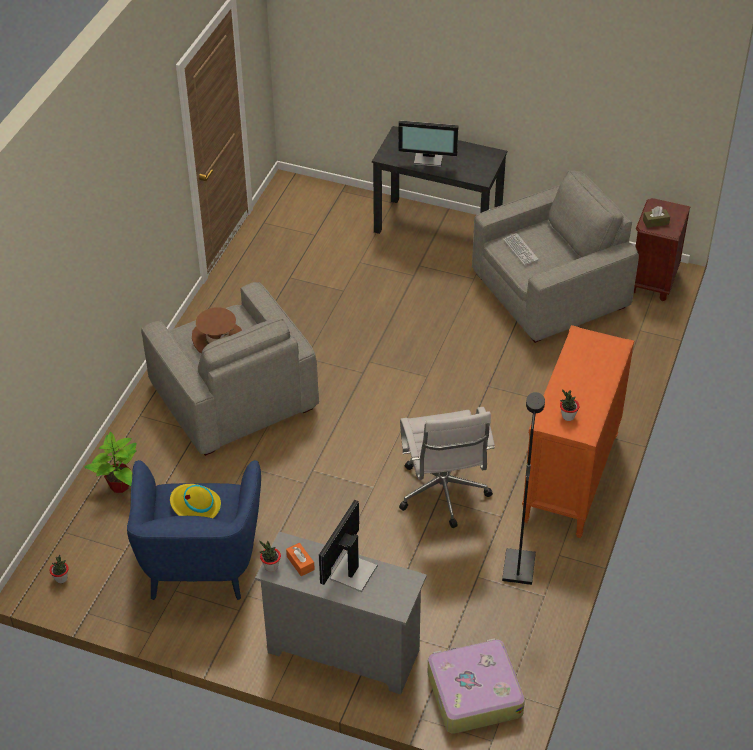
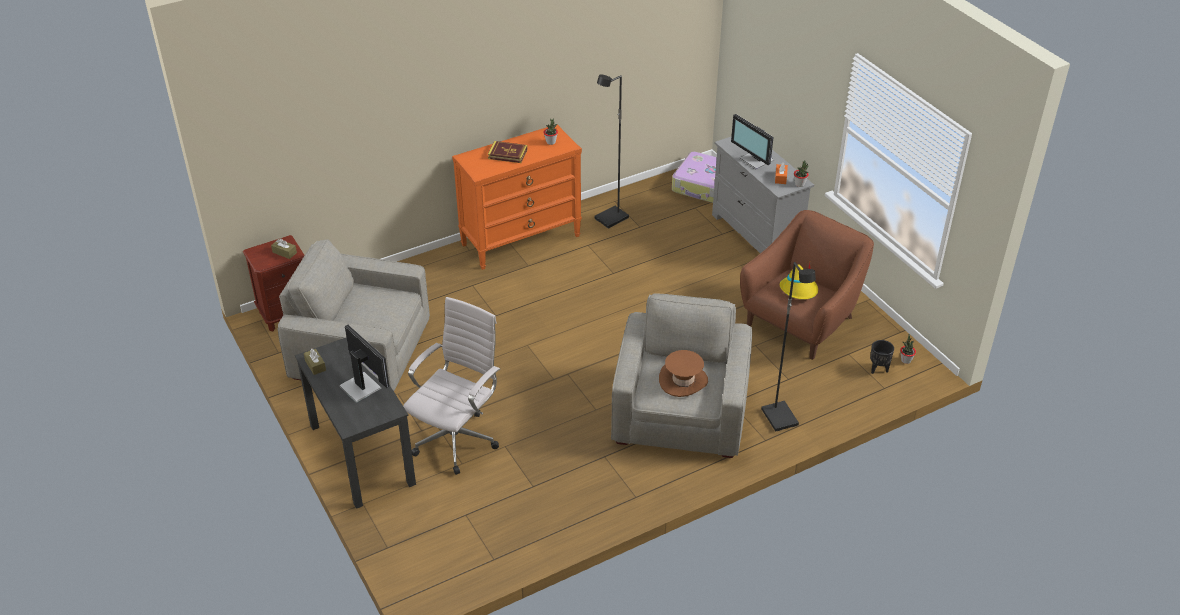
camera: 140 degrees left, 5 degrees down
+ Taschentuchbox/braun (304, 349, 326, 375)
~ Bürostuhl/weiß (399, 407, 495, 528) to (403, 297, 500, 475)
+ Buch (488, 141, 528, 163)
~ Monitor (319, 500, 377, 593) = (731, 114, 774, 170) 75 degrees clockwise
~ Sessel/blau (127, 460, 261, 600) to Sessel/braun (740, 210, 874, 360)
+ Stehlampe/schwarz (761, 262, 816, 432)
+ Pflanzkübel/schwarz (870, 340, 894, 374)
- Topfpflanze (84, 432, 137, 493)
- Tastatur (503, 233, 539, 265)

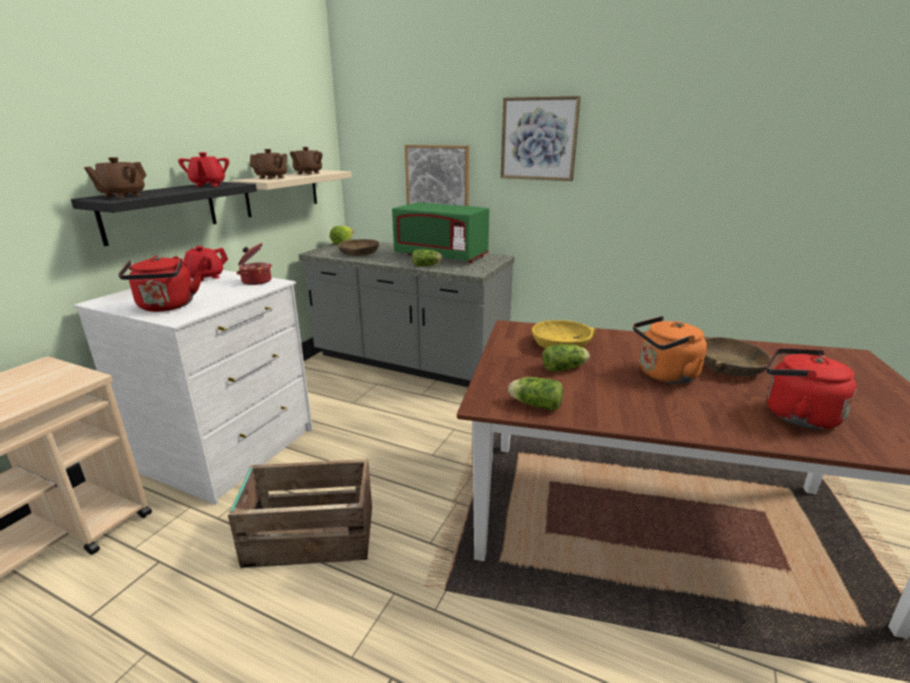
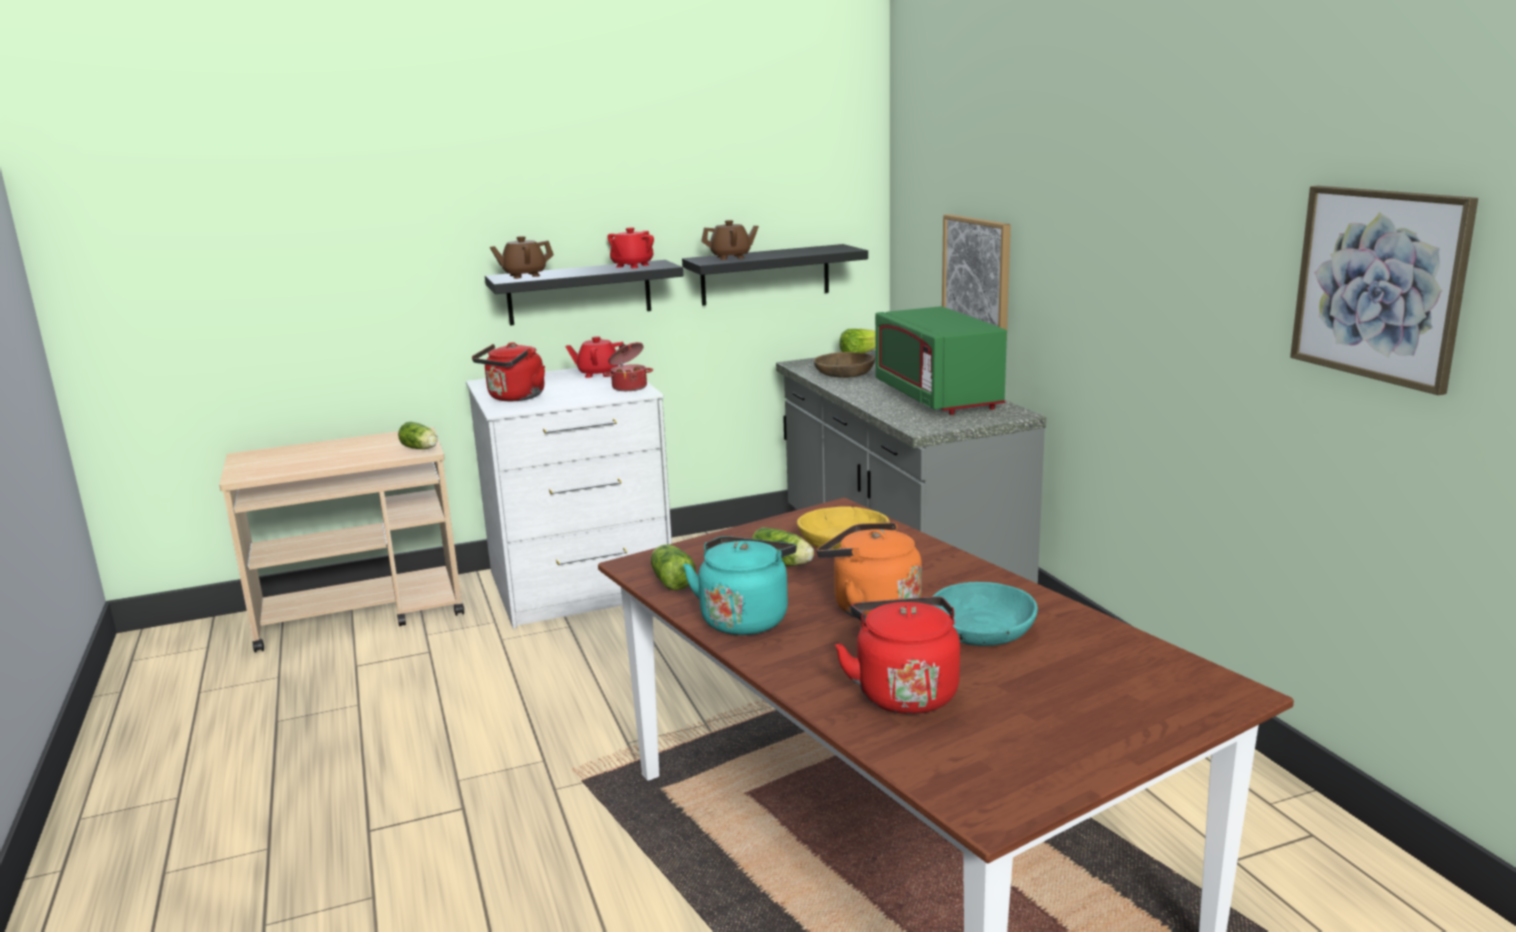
camera: 45 degrees right, 5 degrees down
~ Salatkopf (412, 249, 443, 267) to (398, 421, 438, 449)
~ Wandregal/beige (232, 170, 352, 217) to Wandregal/schwarz (682, 244, 868, 306)
+ Wasserkessel/türkis (683, 536, 797, 635)
~ Schüssel/braun (704, 337, 771, 376) to Schüssel/türkis (932, 582, 1038, 646)
~ Bild (500, 96, 581, 181) to (1290, 186, 1478, 395)
- Kiste (228, 459, 372, 568)
- Teekanne/braun (290, 147, 322, 175)

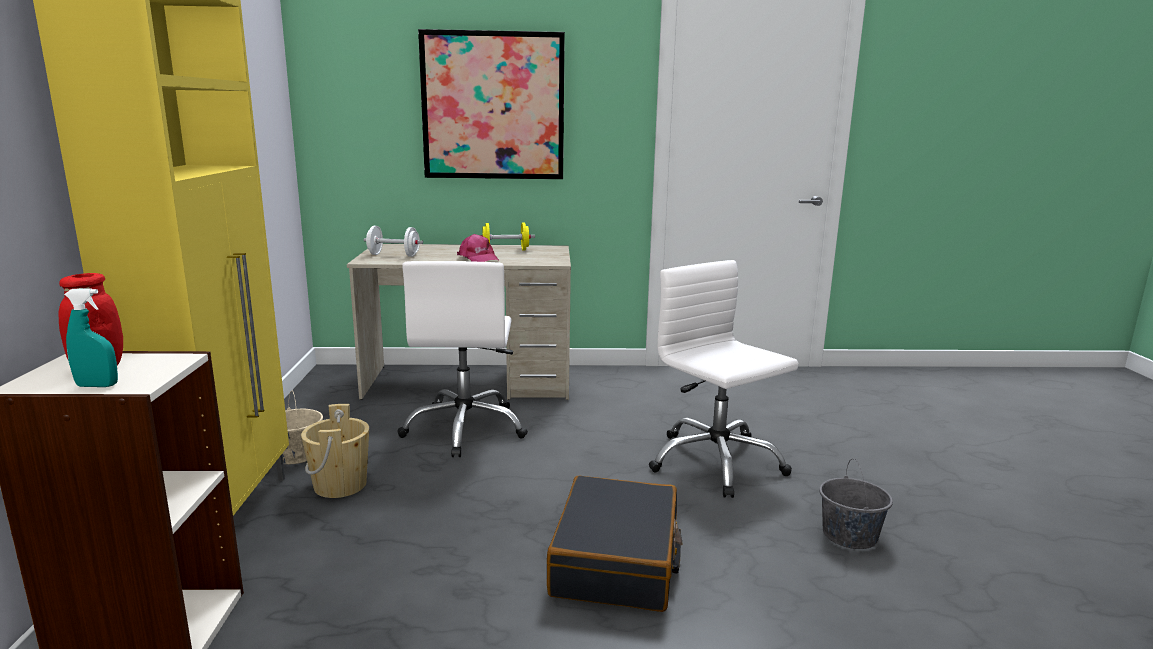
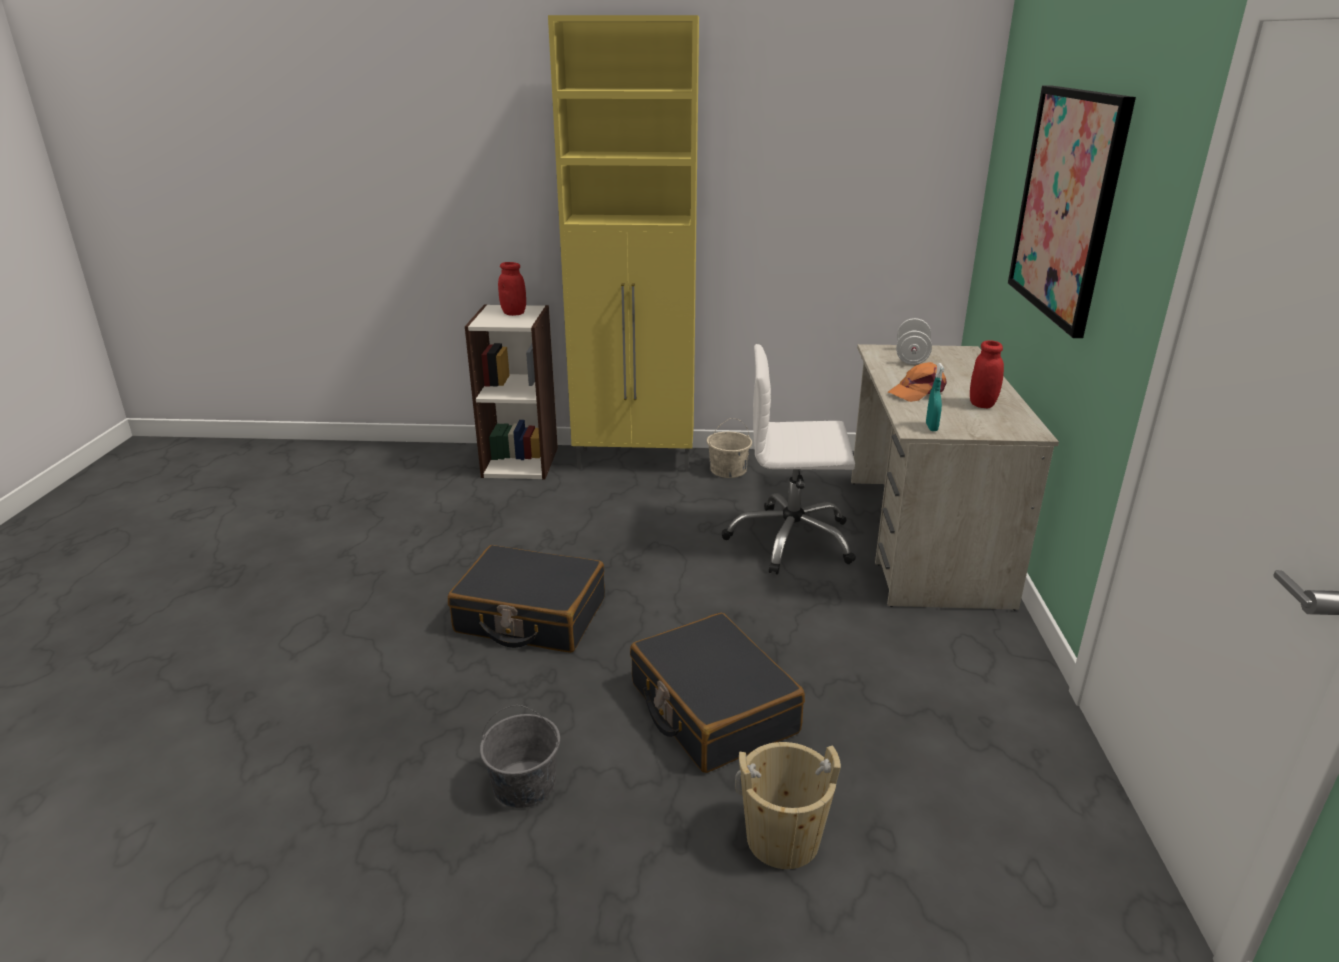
camera: 95 degrees right, 10 degrees up
~ Bürostuhl/weiß (649, 260, 799, 498) to Koffer/schwarz (630, 613, 805, 773)
~ Eimer/beige (301, 404, 369, 498) to (735, 742, 841, 869)
~ Kappe/rosa (457, 234, 500, 262) to Kappe/orange (887, 362, 947, 402)
~ Sprühflasche/türkis (64, 288, 118, 387) to (926, 363, 944, 431)
~ Hantel/gelb (481, 223, 535, 250) to Vorratsglas/rot (970, 340, 1004, 408)

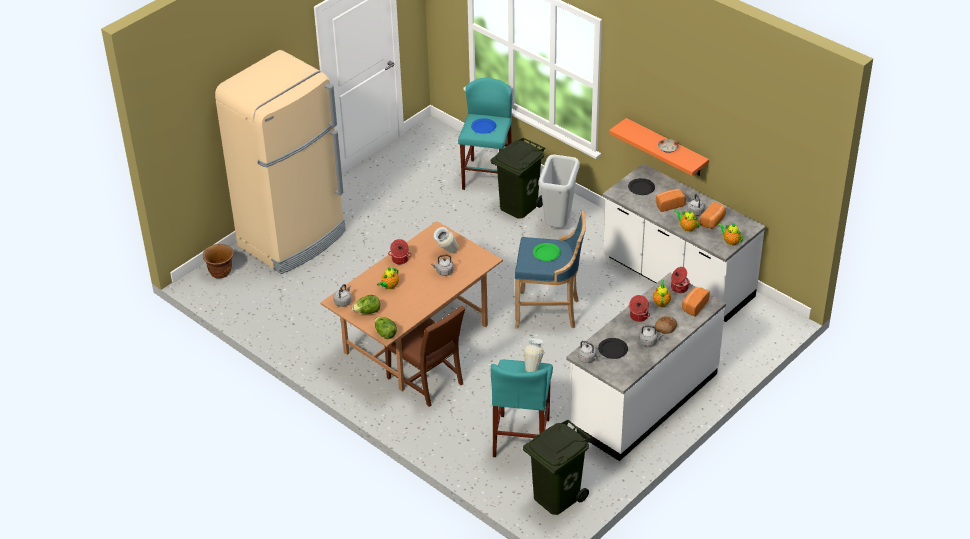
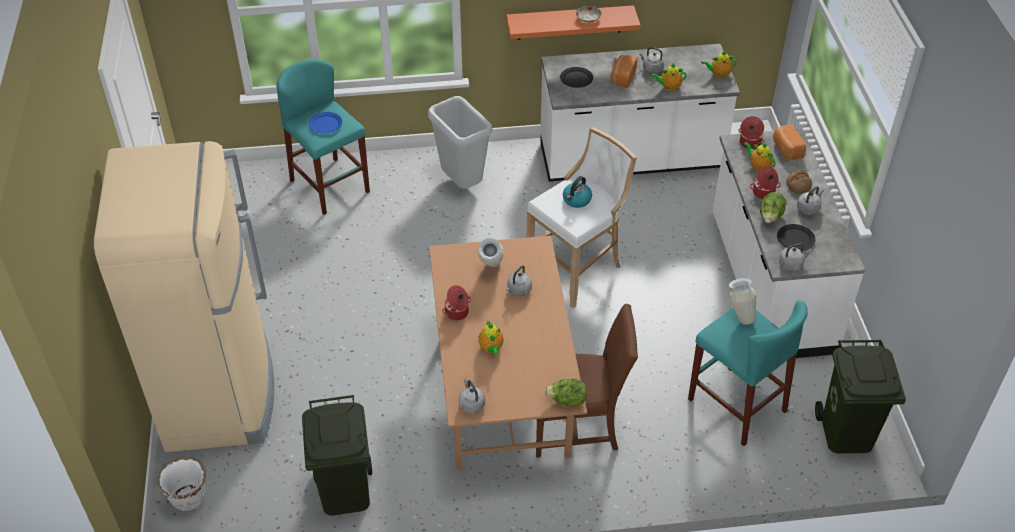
camera: 50 degrees left, 5 degrees up
~ Pflanzkübel/braun (203, 244, 234, 278) to Pflanzkübel/weiß (157, 457, 206, 511)
~ Mülleimer/grün (491, 138, 545, 219) to (302, 395, 372, 516)
~ Hocker/blau (515, 211, 586, 329) to Hocker/weiß (527, 127, 637, 308)
~ Teller/grün (533, 243, 560, 261) to Wasserkessel (563, 176, 592, 208)
~ Salatkopf (352, 295, 380, 314) to (760, 192, 786, 223)
- Brot (700, 202, 726, 229)

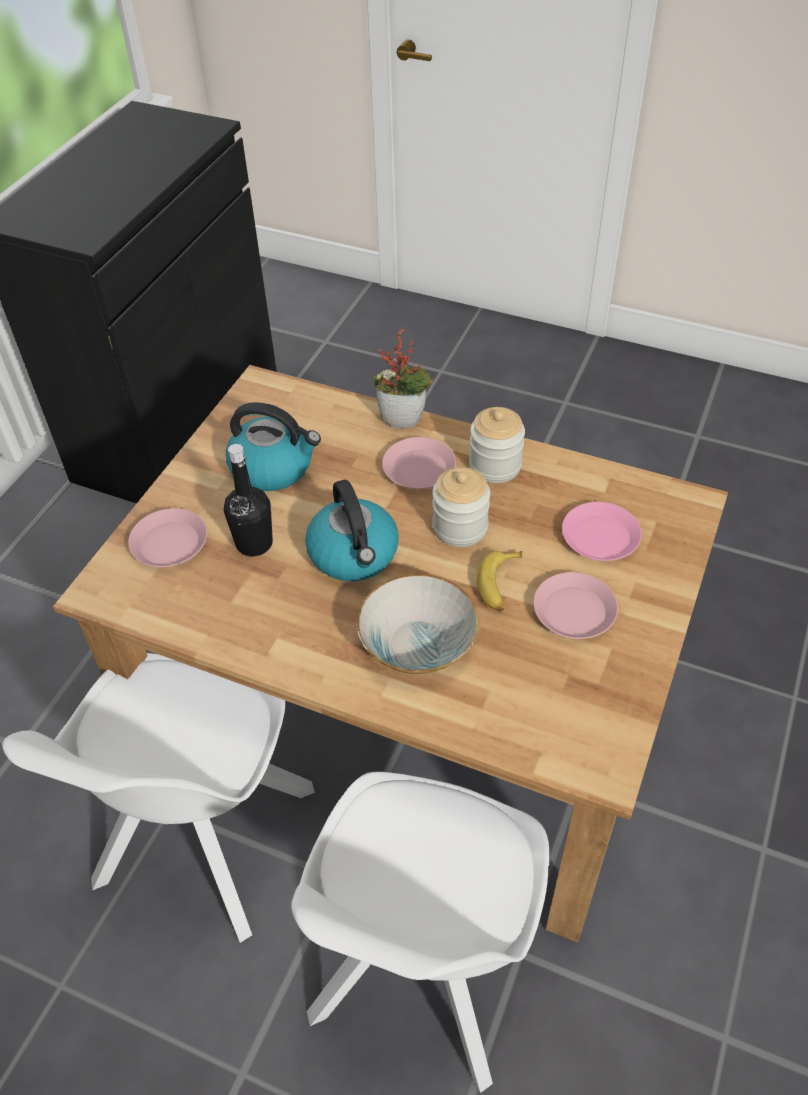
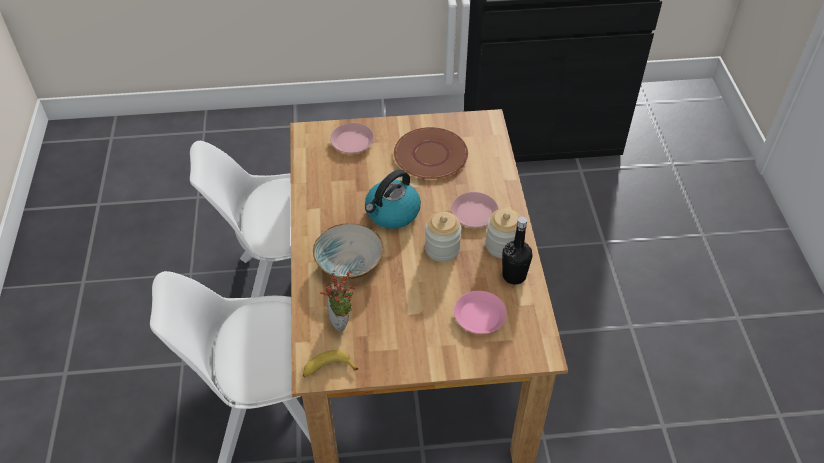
camera: 60 degrees right, 0 degrees up
~ Banane (477, 551, 522, 612) to (303, 350, 358, 378)
~ Topfpflanze (374, 329, 434, 429) to (320, 270, 358, 331)
~ Wasserkessel (226, 402, 321, 491) to Teller/braun (394, 127, 468, 179)
~ Flasche/schwarz (224, 444, 273, 556) to (502, 216, 533, 285)
- Teller/rosa (533, 572, 618, 639)

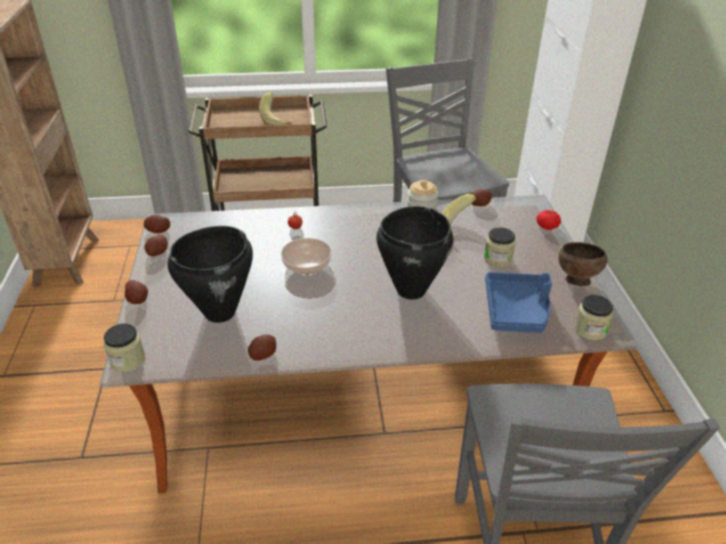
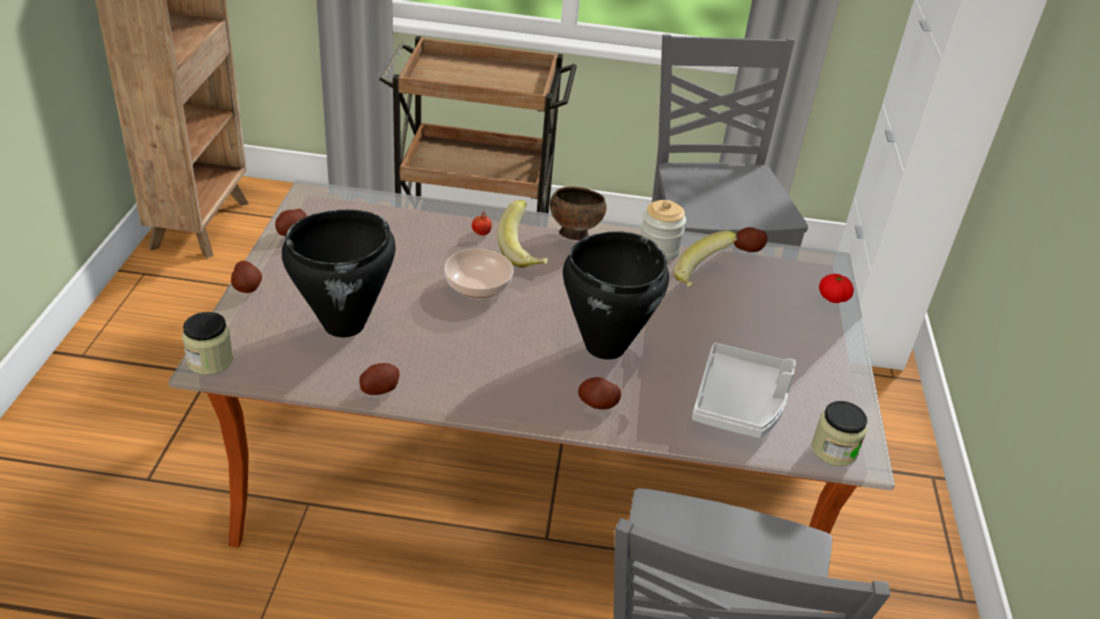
camera: 10 degrees right, 0 degrees up
~ Banane (259, 92, 292, 125) to (497, 200, 548, 268)
~ Schüssel/braun (559, 242, 607, 286) to (550, 186, 607, 240)
~ Kartoffel (144, 215, 170, 233) to (578, 377, 621, 410)
~ Tablett/blau (485, 272, 552, 333) to Tablett/grau (692, 343, 796, 438)
- Vorratsglas (484, 227, 516, 267)

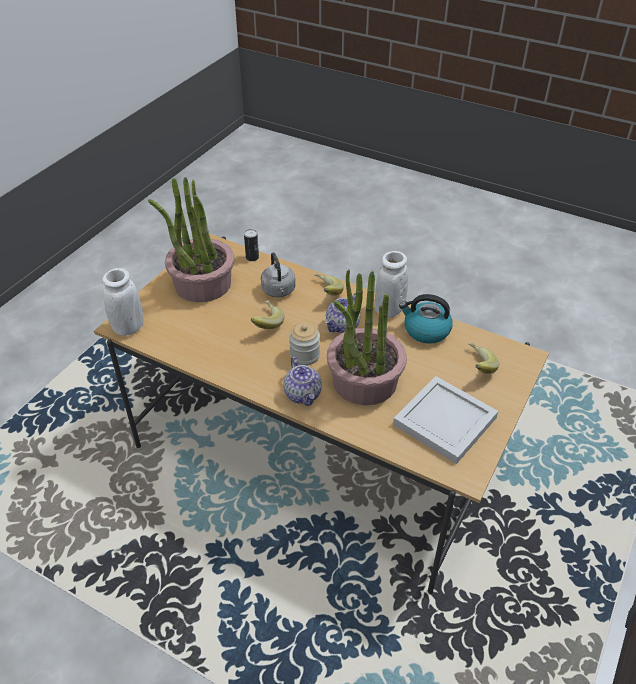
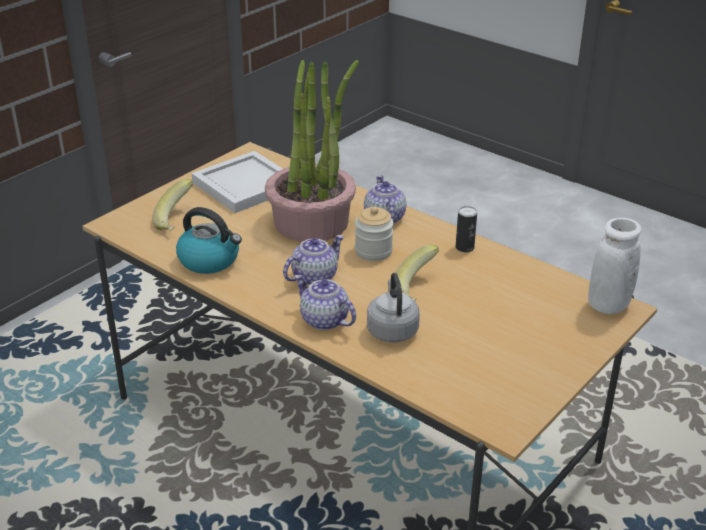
camera: 170 degrees left, 10 degrees down
~ Banane (314, 272, 344, 296) to Teekanne (294, 275, 356, 330)
~ Dose (244, 229, 259, 261) to (456, 206, 477, 252)
- Topfpflanze (148, 177, 235, 302)
- Vase/weiß (375, 251, 408, 318)

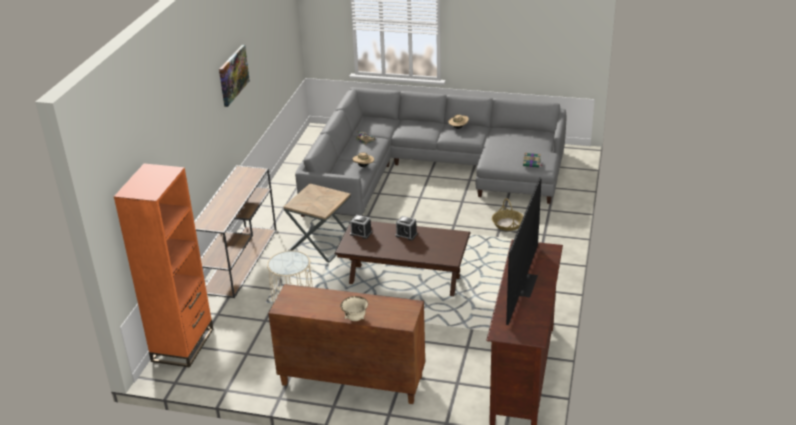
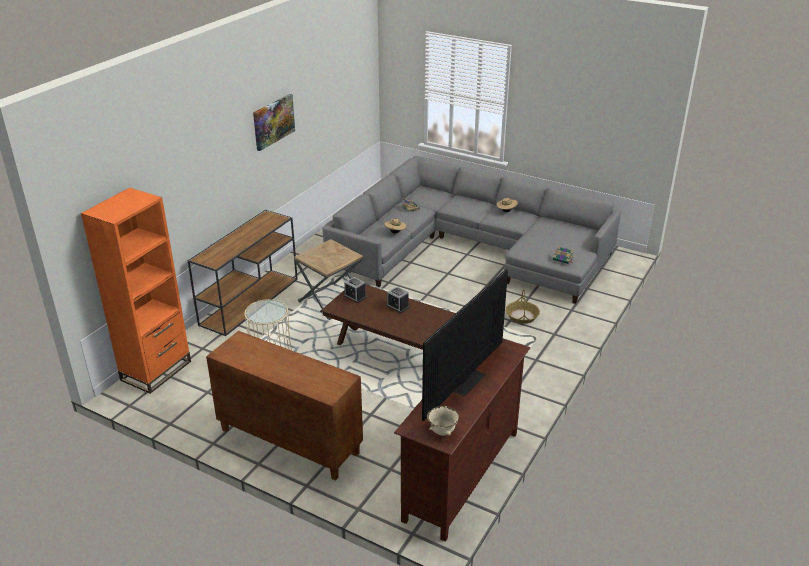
camera: 15 degrees right, 0 degrees up
~ Schüssel/beige (340, 296, 368, 321) to (427, 406, 459, 436)

